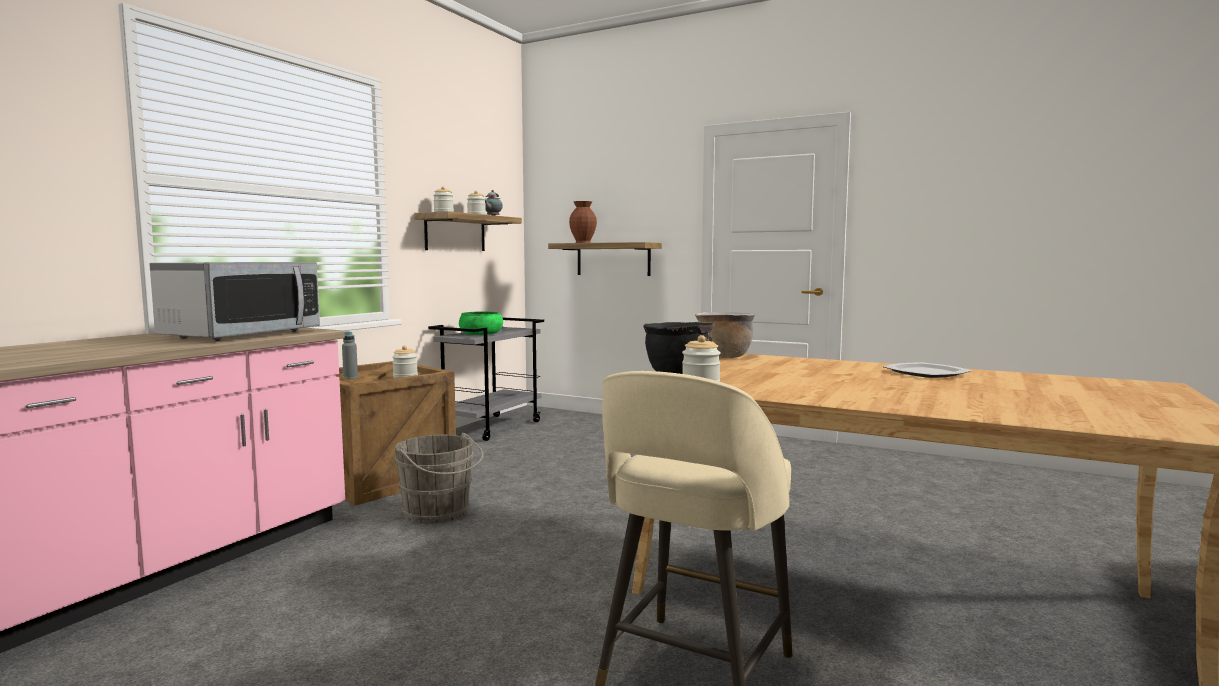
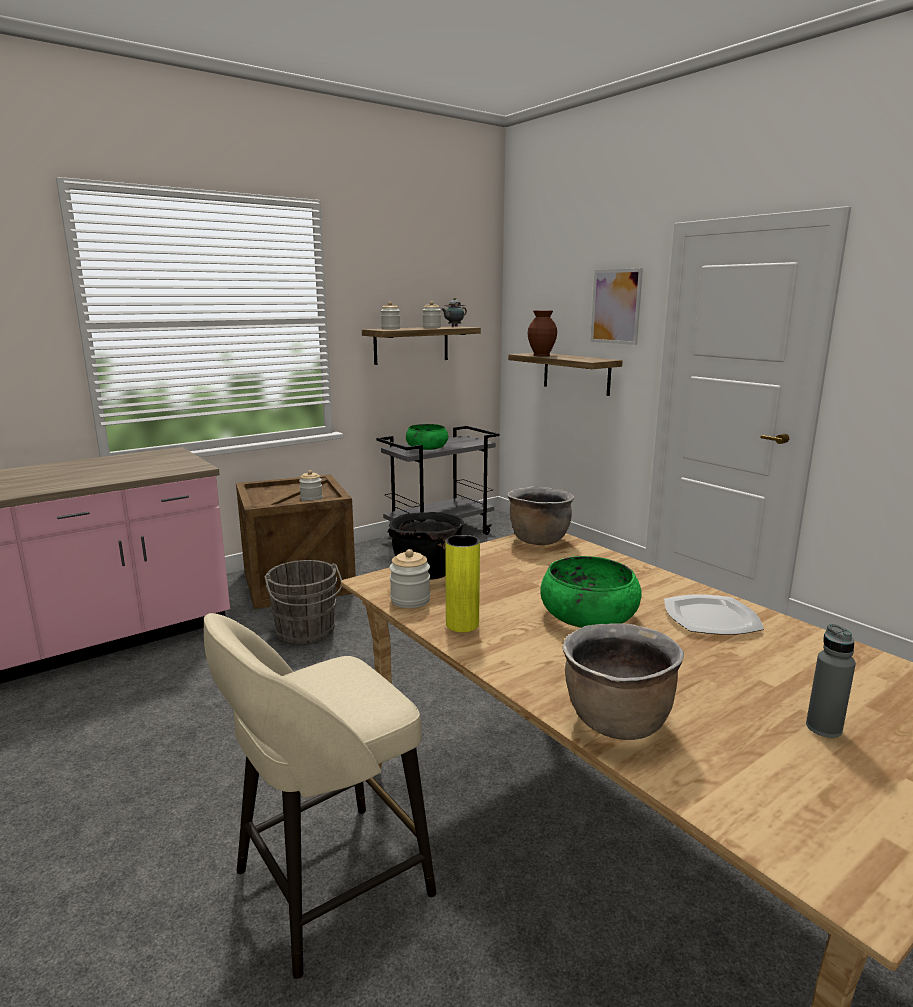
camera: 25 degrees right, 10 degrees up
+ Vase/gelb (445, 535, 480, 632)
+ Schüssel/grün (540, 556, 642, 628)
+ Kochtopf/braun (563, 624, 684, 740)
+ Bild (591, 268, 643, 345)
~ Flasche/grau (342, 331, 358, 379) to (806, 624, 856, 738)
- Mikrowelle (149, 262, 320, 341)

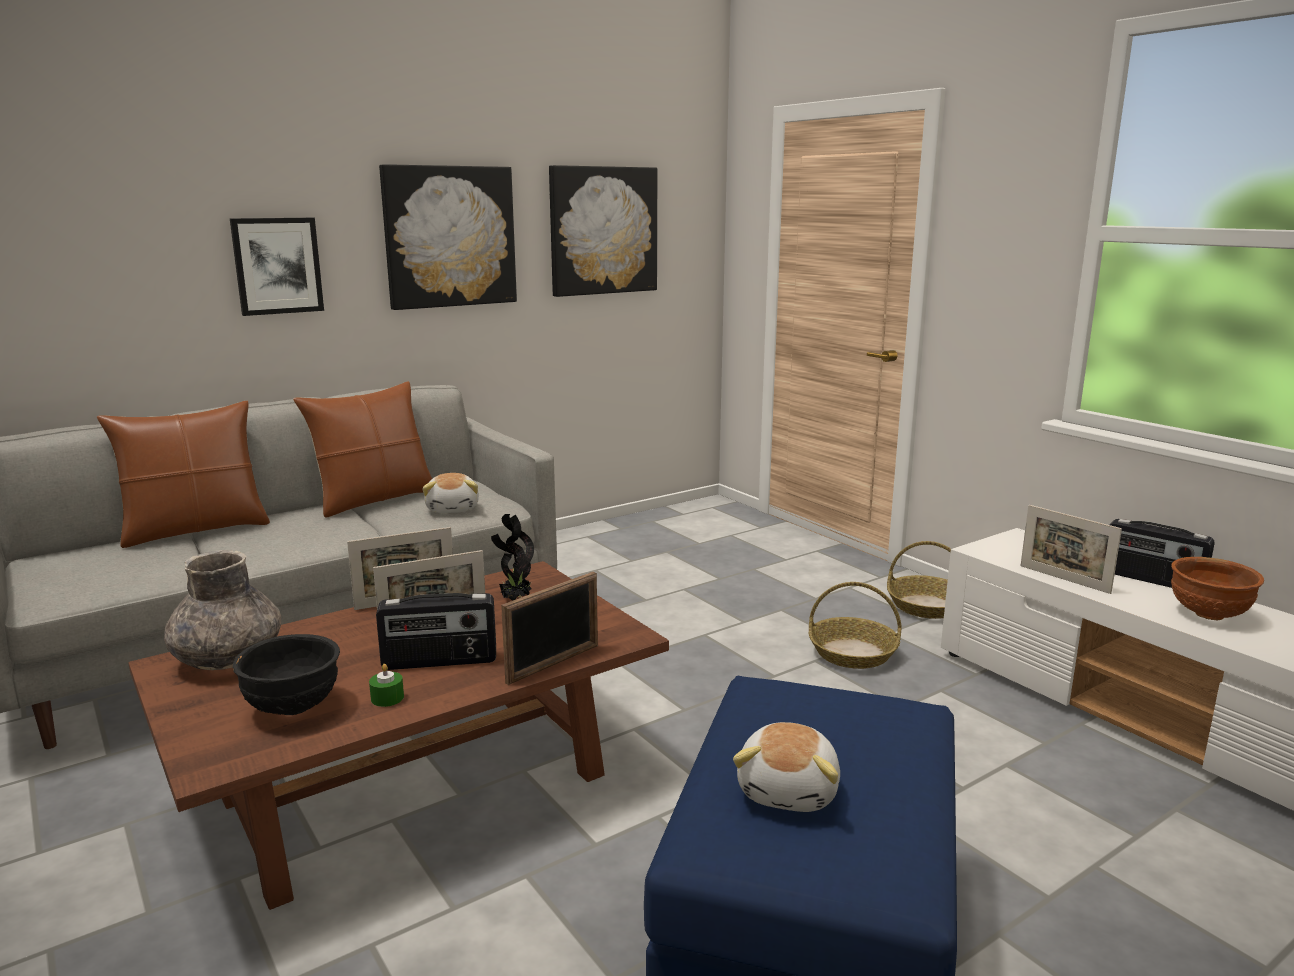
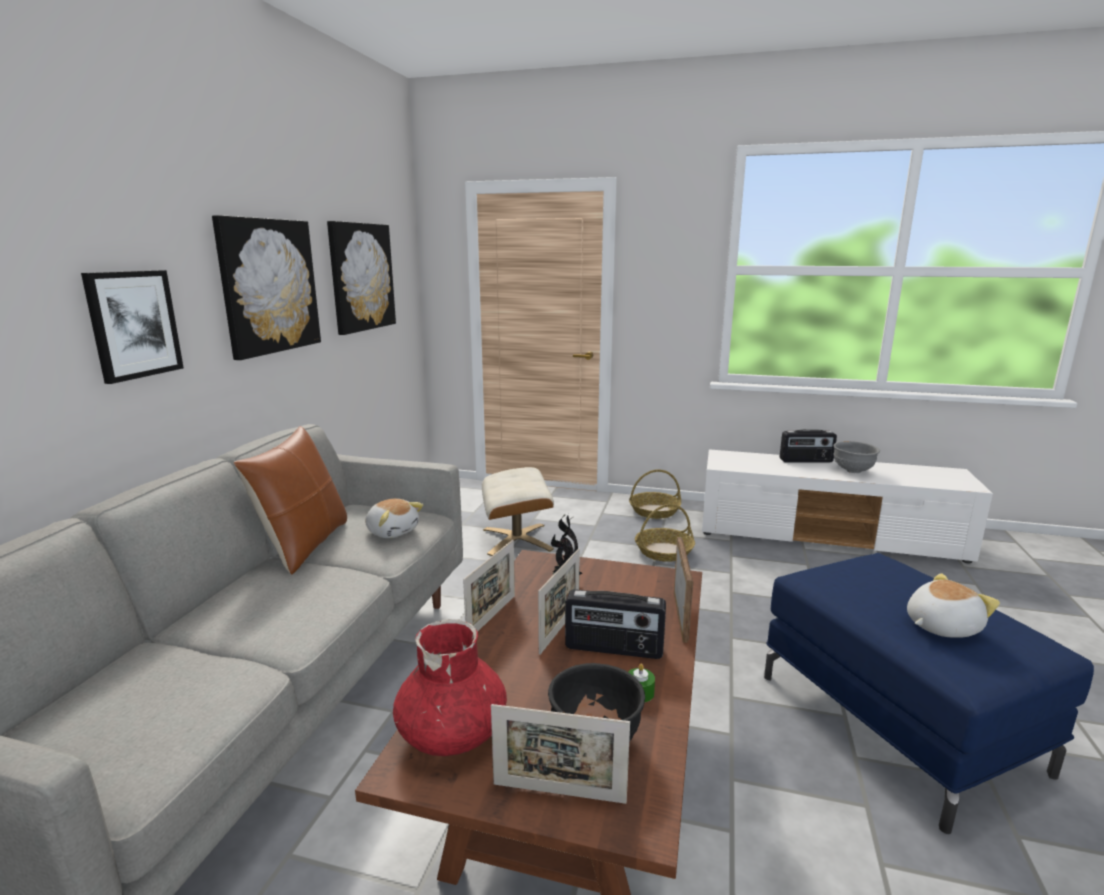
camera: 40 degrees left, 0 degrees up
~ Vase/grau (164, 550, 281, 670) to Vase/rot (393, 619, 507, 756)
+ Polsterhocker/beige (482, 467, 554, 556)
~ Bilderrahmen (1021, 505, 1122, 594) to (491, 704, 630, 804)
~ Radio (376, 593, 496, 670) = (565, 589, 666, 659) 60 degrees clockwise
~ Schüssel/braun (1171, 557, 1264, 620) to Schüssel/grau (833, 441, 880, 473)
~ Plüschtier (733, 722, 840, 812) = (907, 573, 1000, 638) 90 degrees counterclockwise
- Kissen/braun (97, 401, 270, 548)

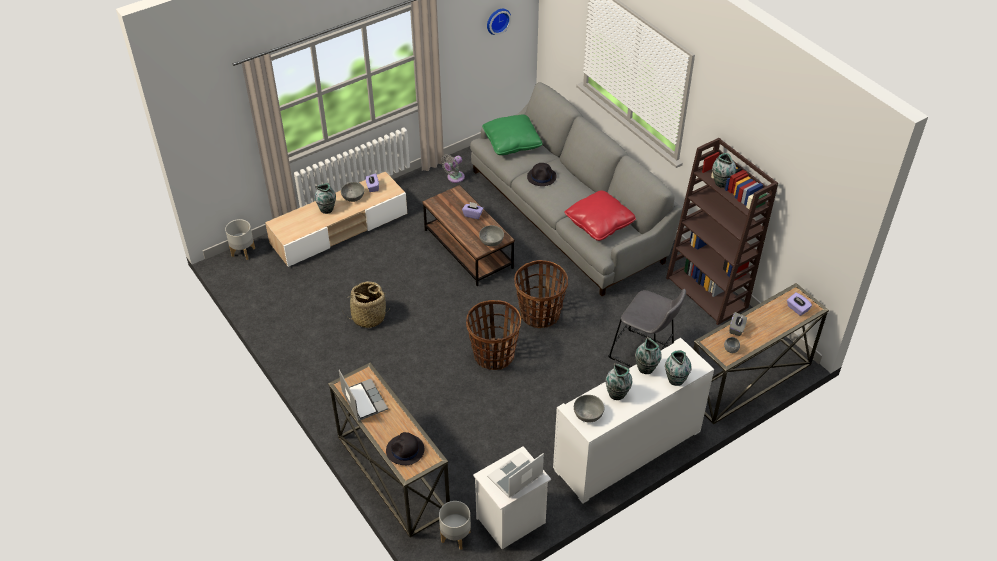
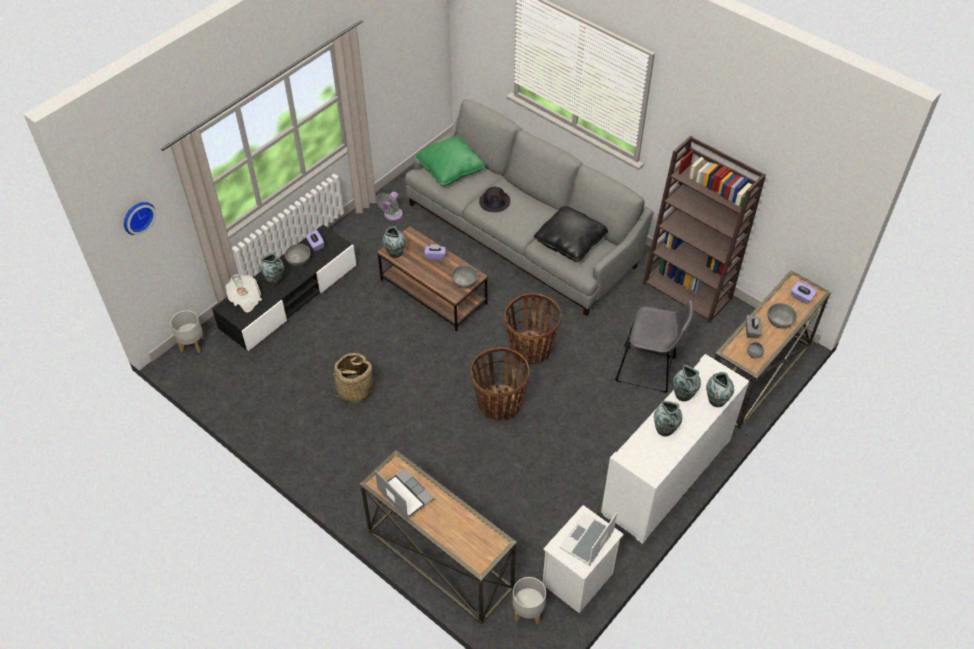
camera: 15 degrees left, 5 degrees up
~ Wanduhr (487, 9, 511, 35) to (124, 202, 156, 235)
~ Fernsehschrank/beige (265, 171, 407, 267) to Fernsehschrank/schwarz (212, 225, 356, 351)
+ Zeitung (226, 274, 262, 312)
~ Vase (712, 153, 736, 188) to (383, 226, 406, 258)
~ Kissen/rot (564, 191, 636, 241) to Kissen/schwarz (534, 206, 608, 262)
~ Schüssel/grau (574, 395, 604, 423) to (767, 303, 797, 329)
- Hut/schwarz (386, 432, 424, 465)

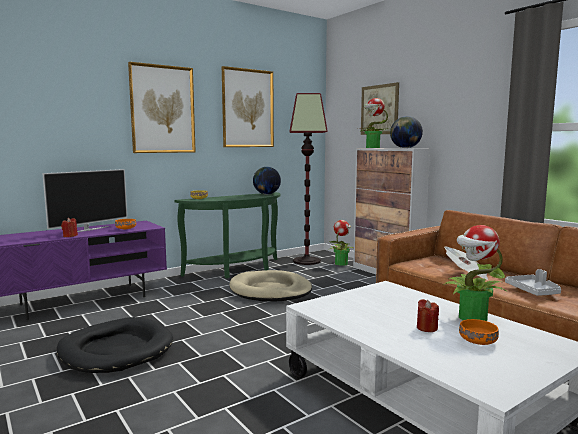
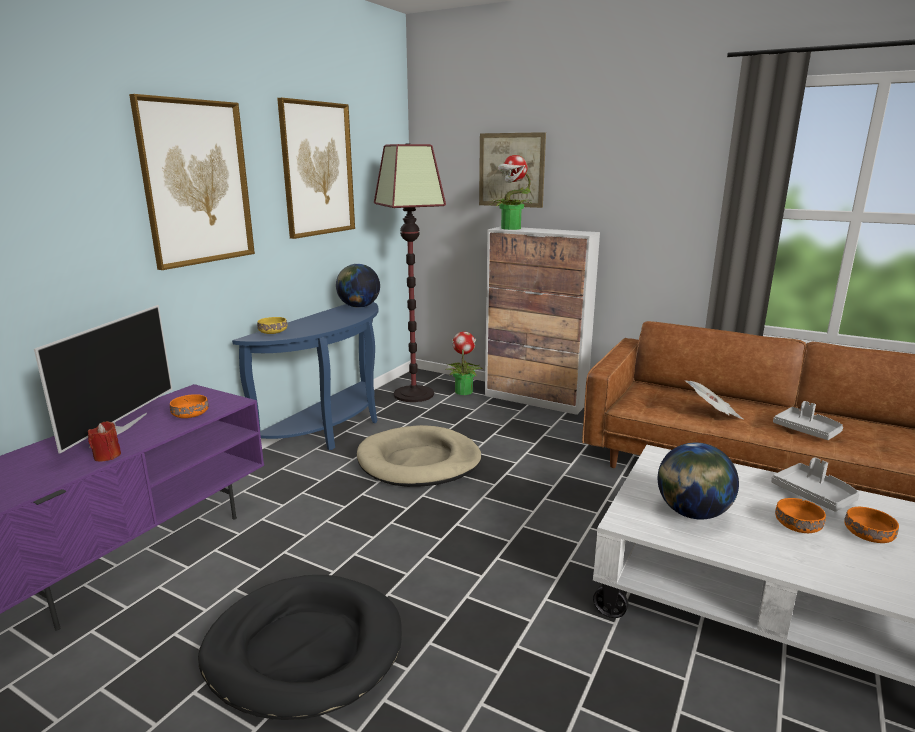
camera: 25 degrees left, 10 degrees up
~ Konsolentisch/grün (174, 192, 280, 278) to Konsolentisch/blau (232, 302, 378, 450)
~ Globus (390, 116, 423, 148) to (658, 443, 739, 520)
~ Topfpflanze (443, 225, 507, 321) to Tablett/grau (771, 457, 859, 512)
~ Kerze/rot (417, 299, 439, 332) to Schüssel/orange (775, 498, 826, 533)

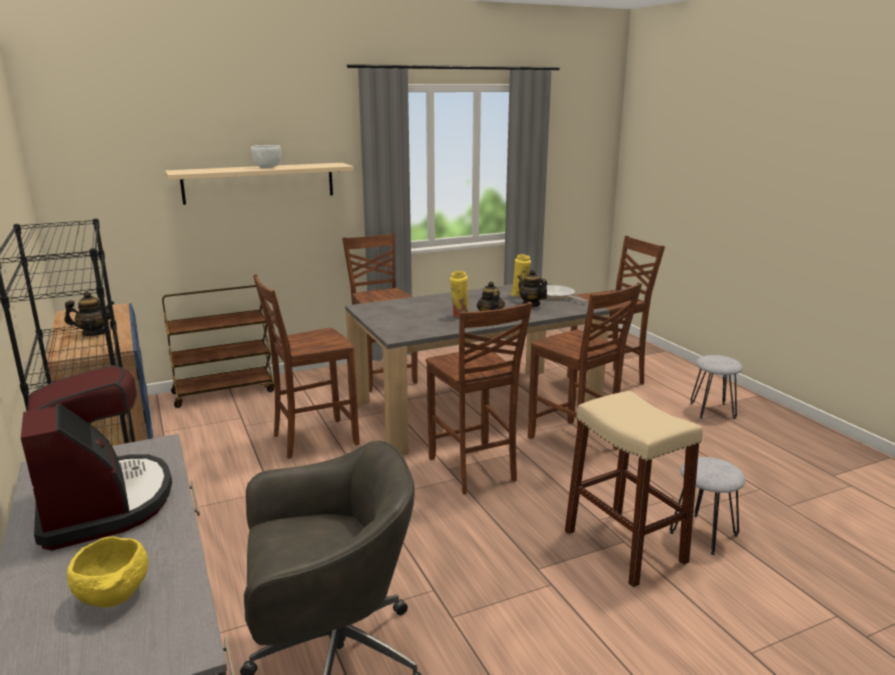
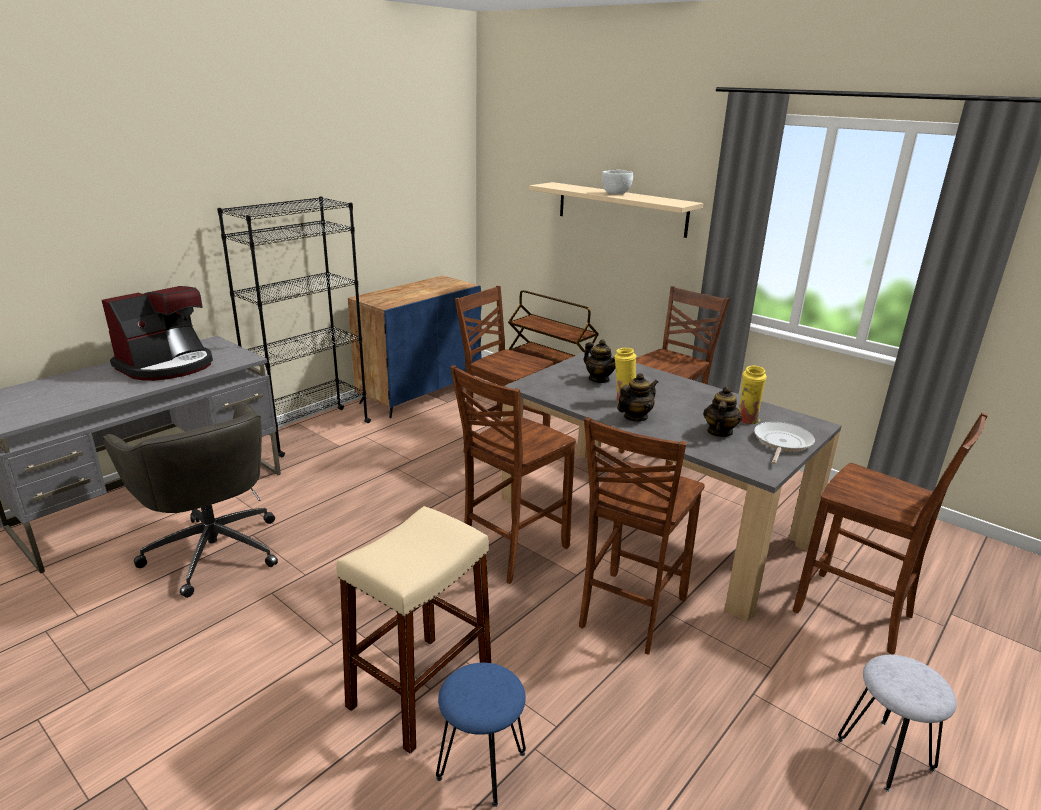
camera: 65 degrees right, 5 degrees up
~ Hocker/grau (670, 457, 746, 555) to Hocker/blau (436, 663, 526, 807)
~ Teekanne (65, 292, 115, 336) to (584, 339, 616, 383)
- Schüssel/gelb (67, 536, 148, 608)

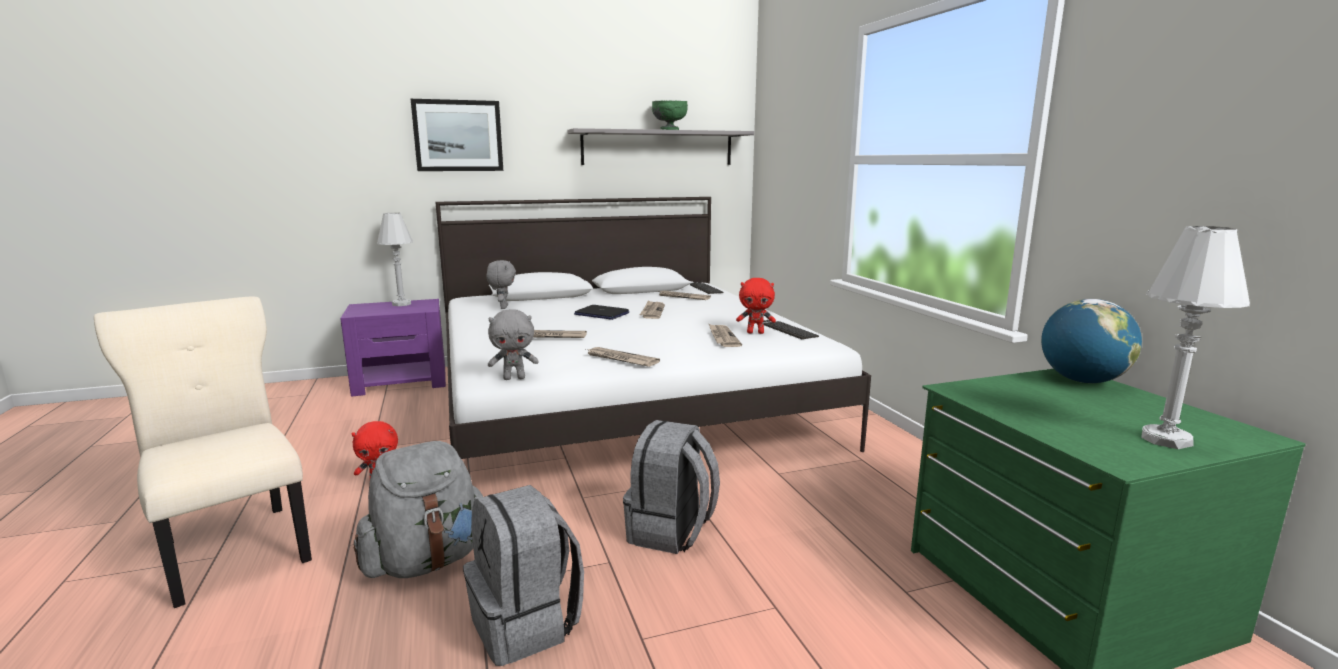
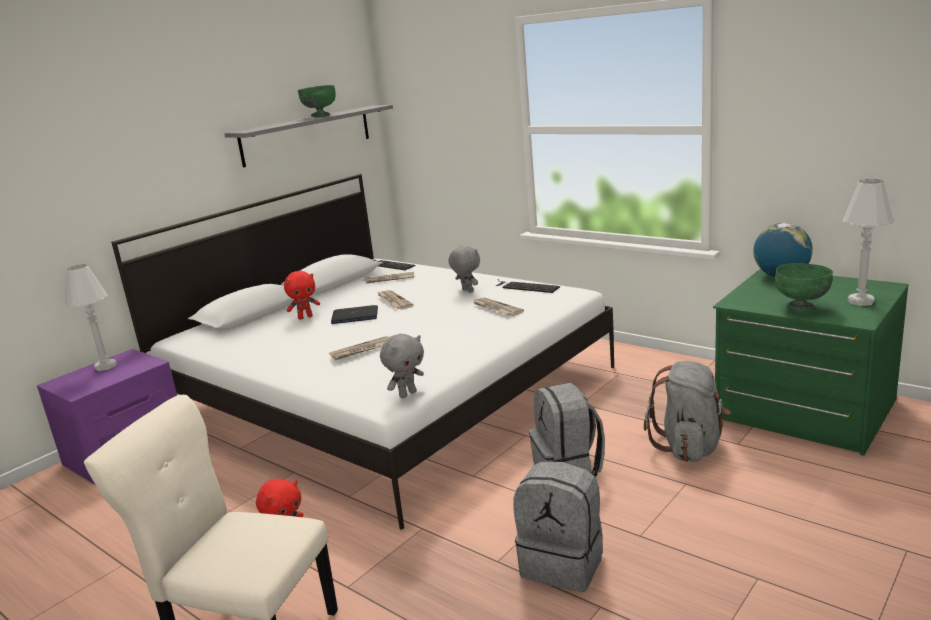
camera: 30 degrees left, 5 degrees up
~ Plüschtier/rot (736, 278, 776, 334) to (284, 271, 320, 319)
~ Plüschtier/grau (487, 260, 516, 309) to (448, 246, 480, 293)
~ Rucksack/grau (354, 441, 483, 578) to (644, 361, 731, 462)
+ Schüssel/grün (775, 263, 833, 312)
- Bild (411, 99, 503, 171)
- Zeitung (586, 347, 660, 367)

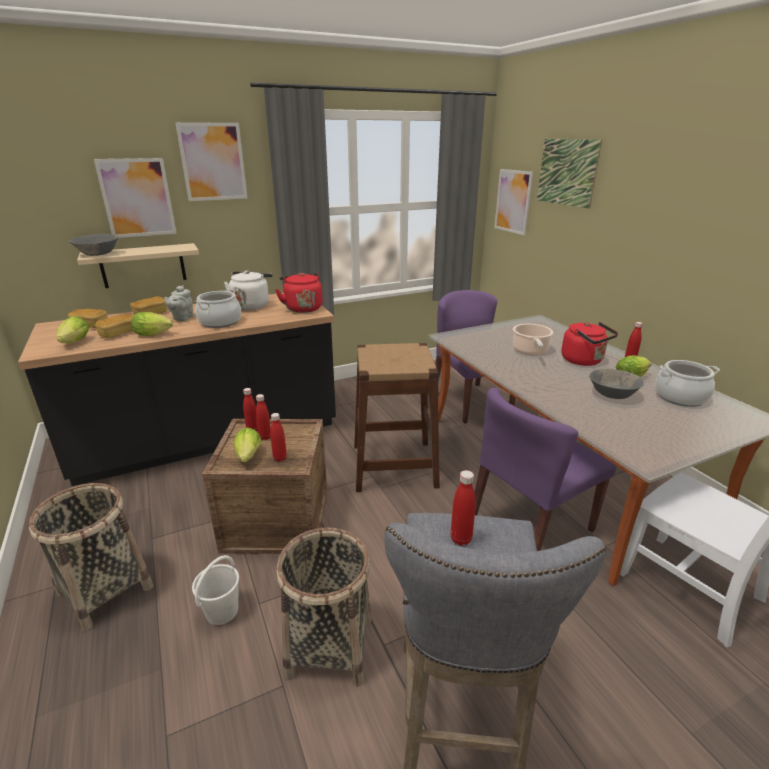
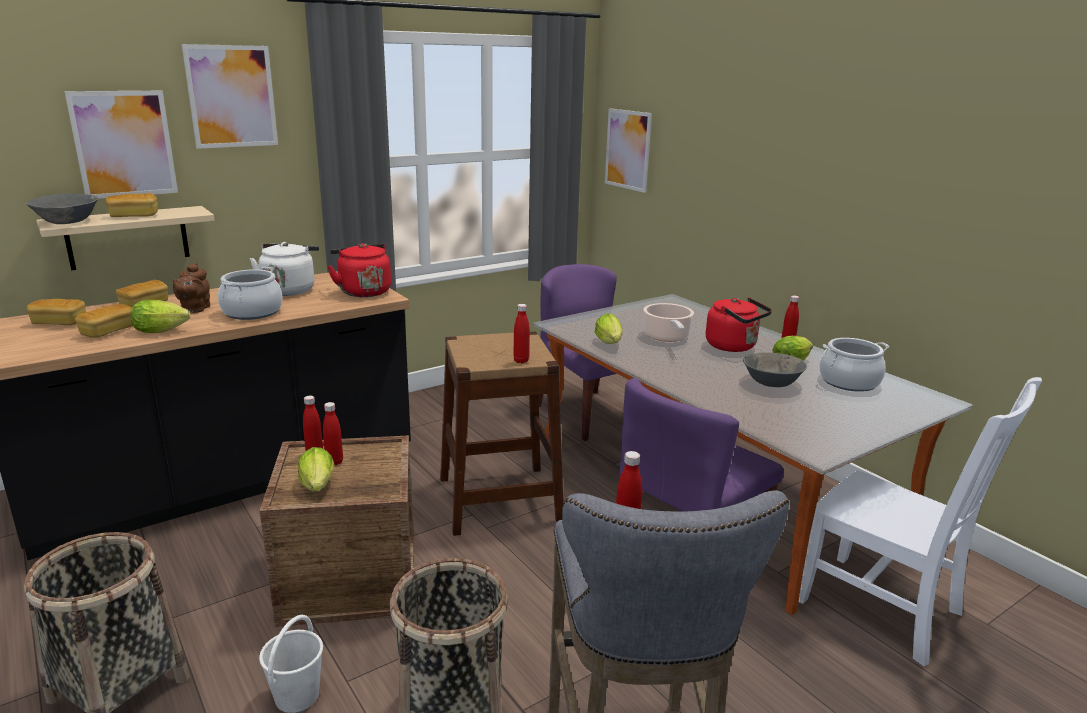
camera: 10 degrees left, 5 degrees down
+ Brot (105, 193, 158, 217)
~ Teekanne/grau (164, 285, 194, 321) to Teekanne/braun (173, 263, 210, 313)
~ Flasche/rot (270, 413, 287, 462) to (513, 304, 530, 363)
~ Salatkopf (57, 316, 89, 343) to (595, 313, 623, 344)
- Bild (537, 139, 602, 209)

